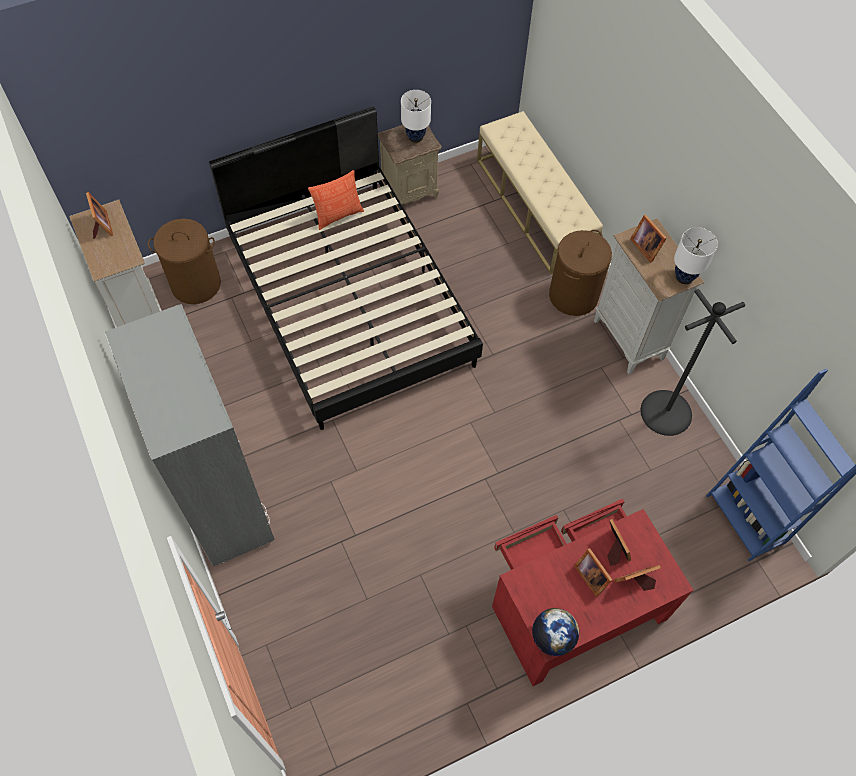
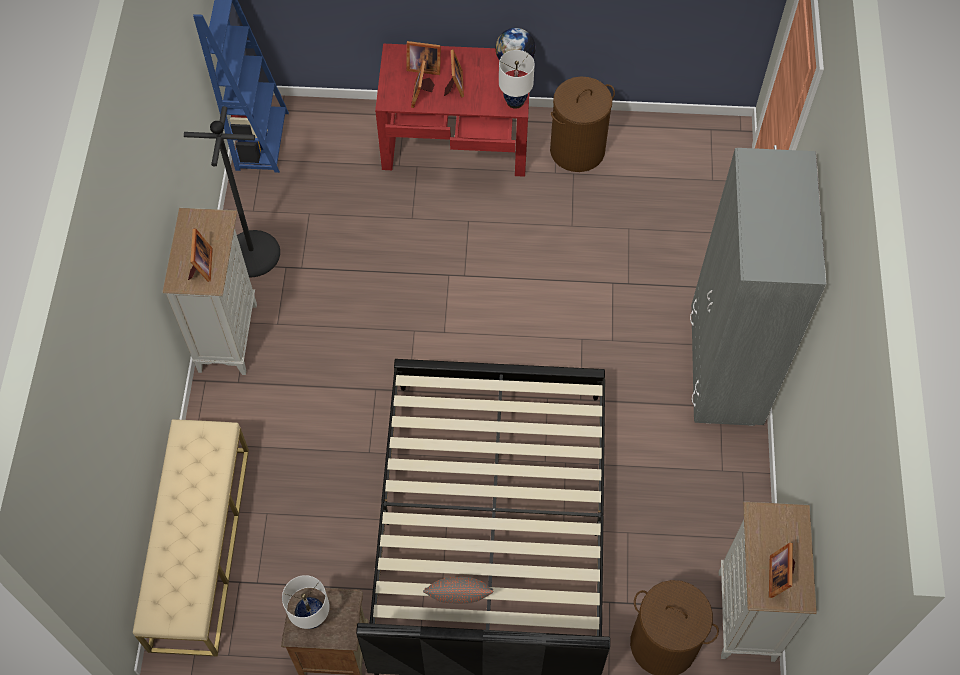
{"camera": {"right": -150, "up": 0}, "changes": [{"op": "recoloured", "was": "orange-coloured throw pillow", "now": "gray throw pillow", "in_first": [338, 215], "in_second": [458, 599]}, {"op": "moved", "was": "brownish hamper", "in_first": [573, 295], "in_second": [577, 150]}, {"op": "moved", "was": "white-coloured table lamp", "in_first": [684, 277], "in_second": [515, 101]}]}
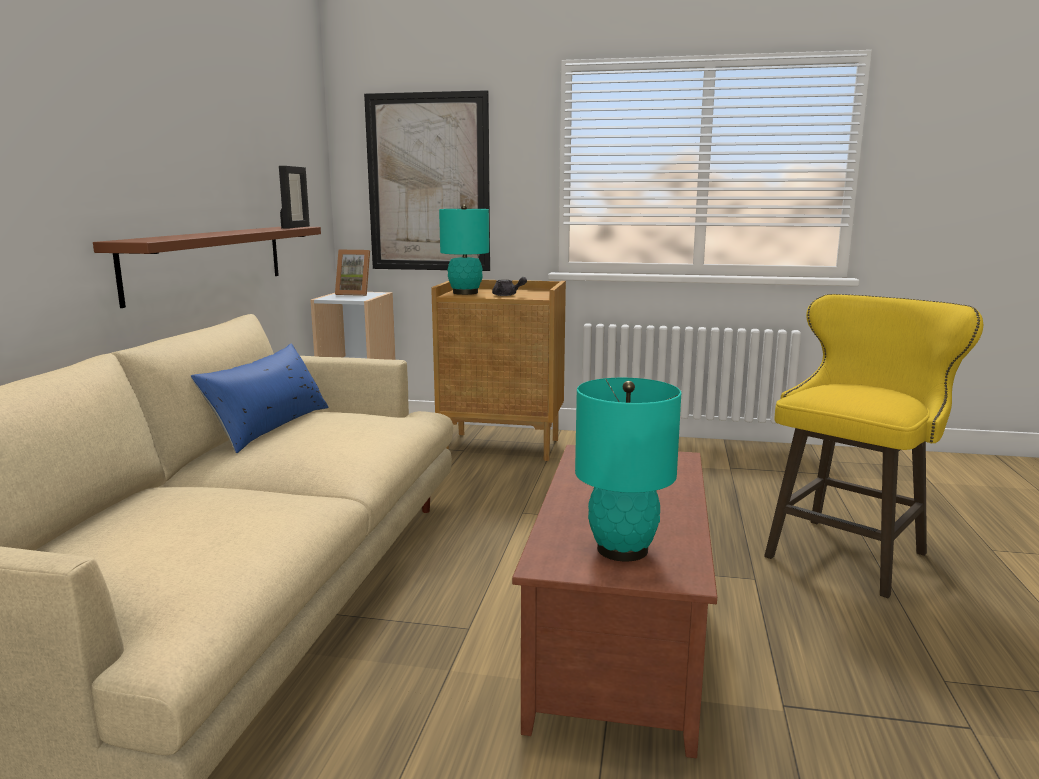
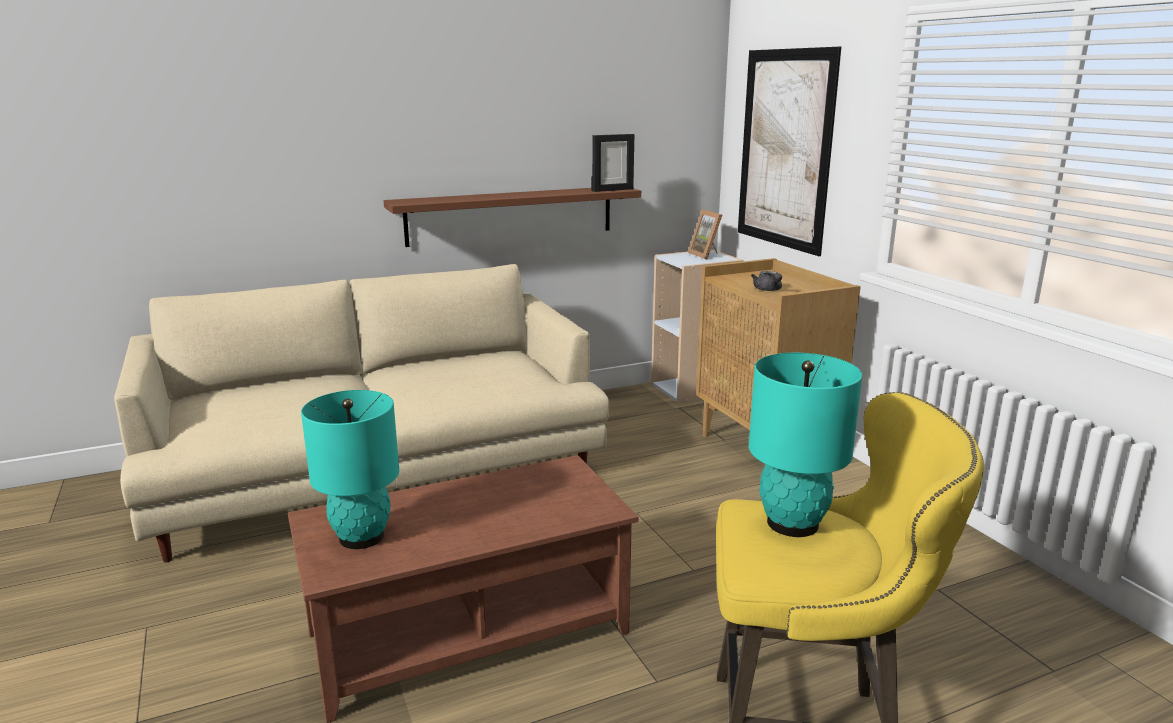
{"camera": {"right": 55, "up": 5}, "changes": [{"op": "removed", "was": "blue-coloured throw pillow", "in_first": [269, 427]}, {"op": "moved", "was": "blue-green table lamp", "in_first": [465, 293], "in_second": [792, 524]}]}
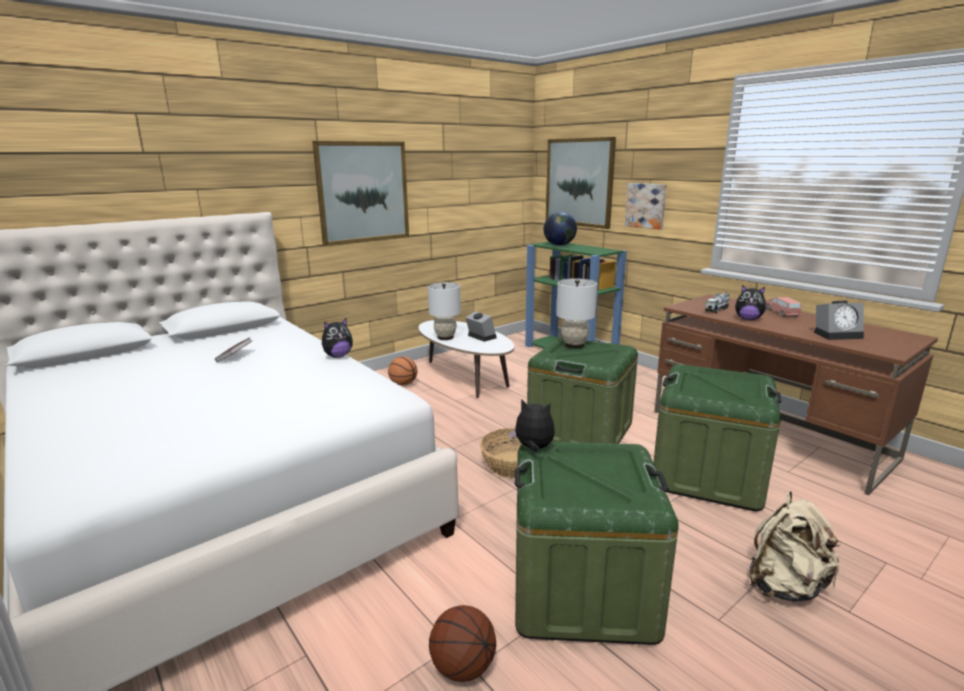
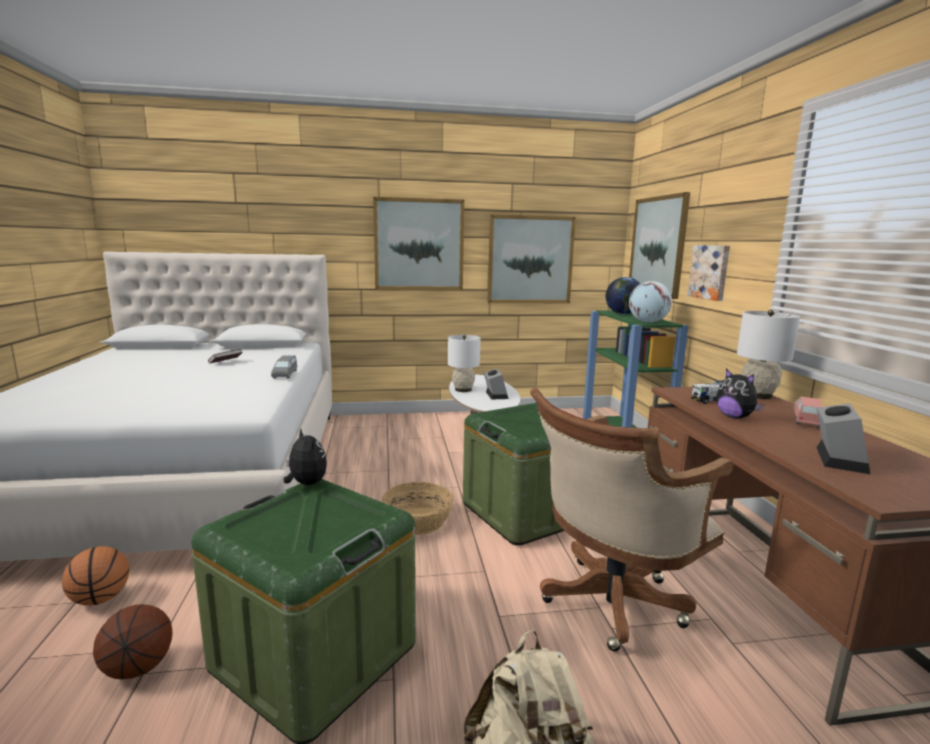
{"camera": {"right": 30, "up": -5}, "changes": [{"op": "replaced", "was": "soft toy", "now": "gray toy car", "in_first": [338, 356], "in_second": [285, 374]}, {"op": "moved", "was": "ball for basketball", "in_first": [403, 384], "in_second": [100, 599]}, {"op": "moved", "was": "white-coloured table lamp", "in_first": [574, 345], "in_second": [758, 395]}, {"op": "replaced", "was": "greenish storage box", "now": "desk chair", "in_first": [707, 475], "in_second": [608, 605]}, {"op": "turned", "was": "bedside clock", "in_first": [837, 334], "in_second": [837, 458], "clockwise": -90}, {"op": "added", "now": "picture", "in_second": [530, 260]}, {"op": "added", "now": "world globe", "in_second": [648, 322]}]}
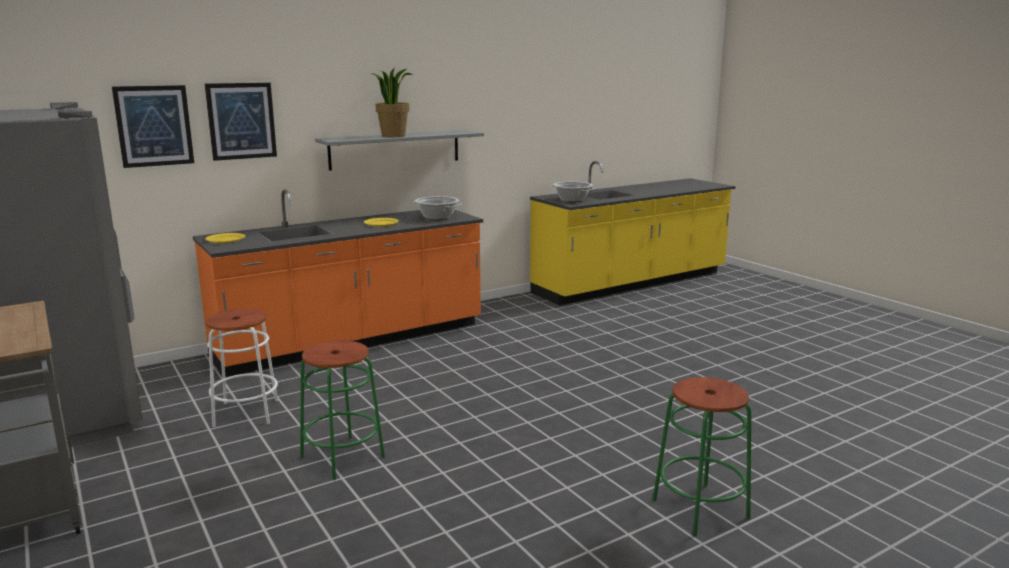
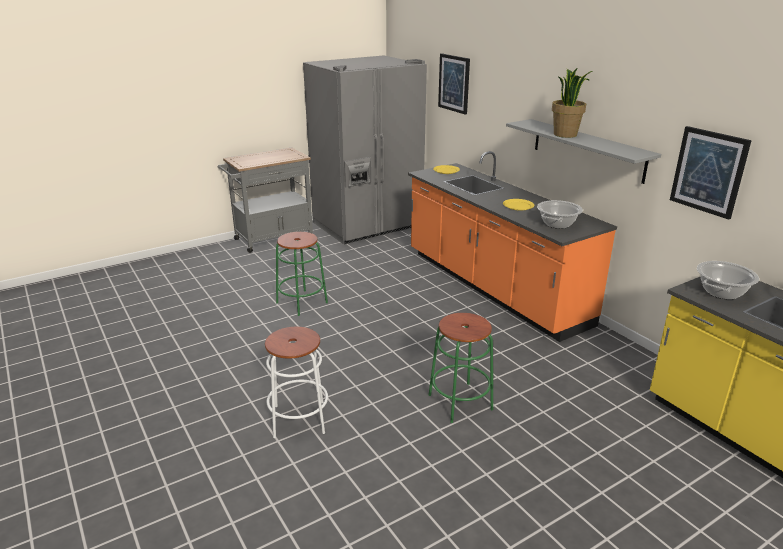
{"camera": {"right": 90, "up": 10}, "changes": [{"op": "moved", "was": "picture", "in_first": [241, 121], "in_second": [708, 171]}, {"op": "moved", "was": "white-coloured stool", "in_first": [246, 413], "in_second": [299, 419]}, {"op": "moved", "was": "greenish stool", "in_first": [700, 509], "in_second": [460, 402]}]}
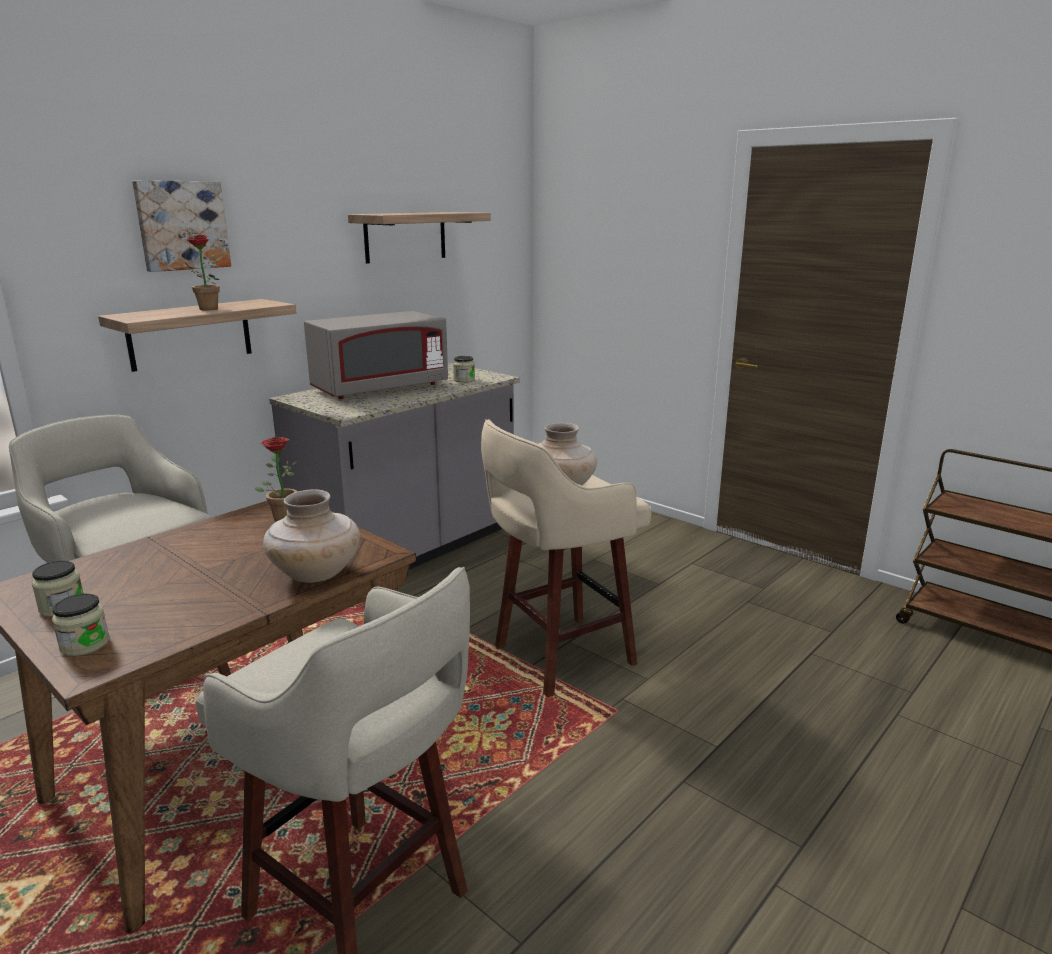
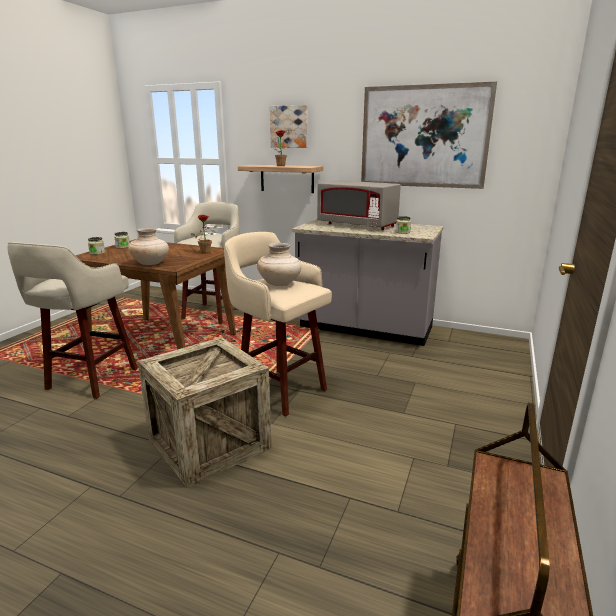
{"camera": {"right": 70, "up": 0}, "changes": [{"op": "replaced", "was": "wall shelf", "now": "picture", "in_first": [405, 236], "in_second": [423, 137]}, {"op": "added", "now": "crate", "in_second": [209, 443]}]}
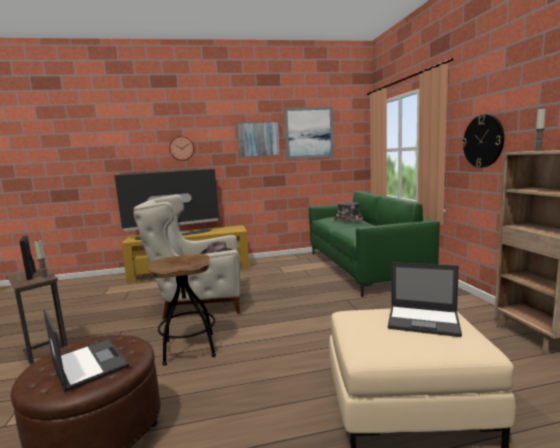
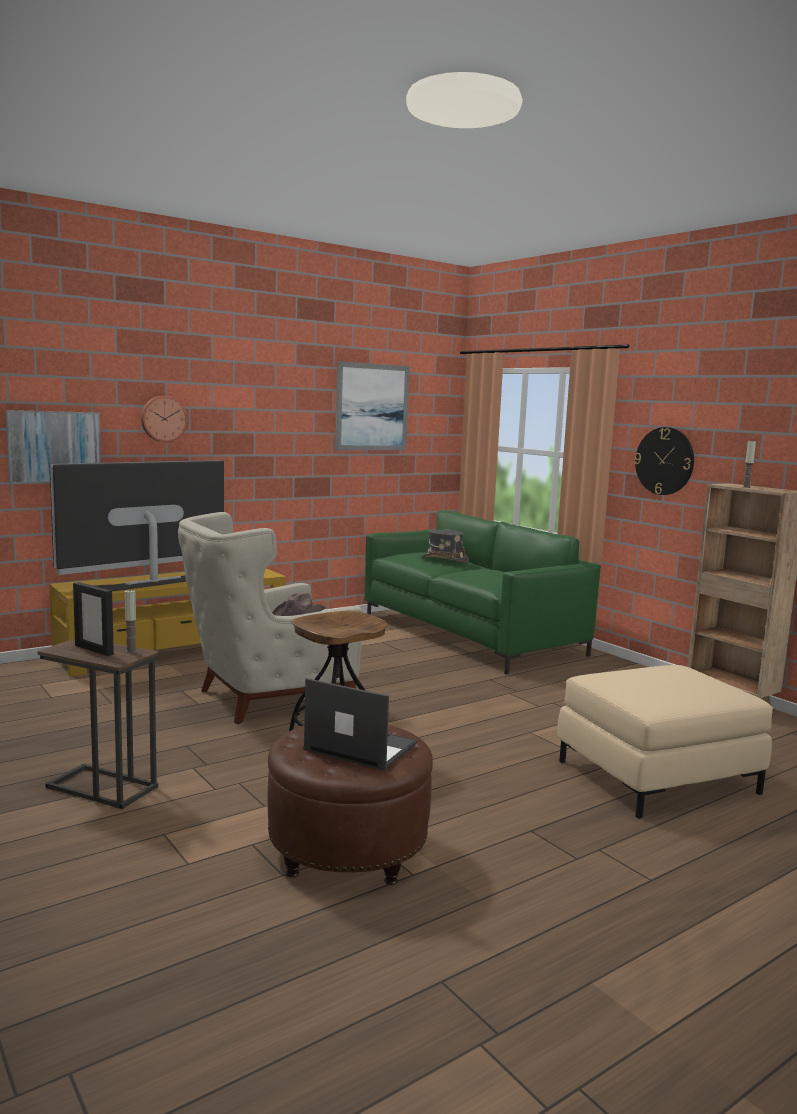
{"camera": {"right": -25, "up": 0}, "changes": [{"op": "moved", "was": "picture", "in_first": [258, 139], "in_second": [54, 447]}, {"op": "removed", "was": "portable computer", "in_first": [424, 320]}]}
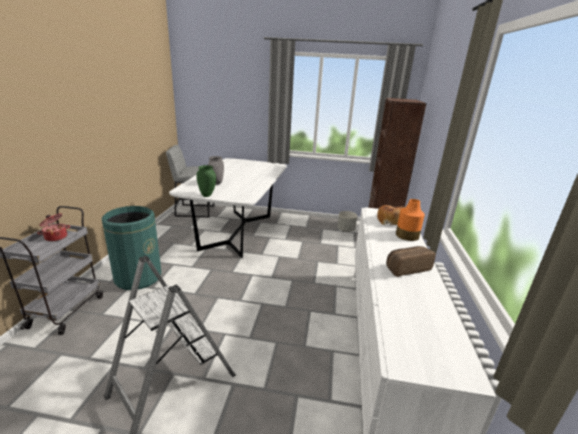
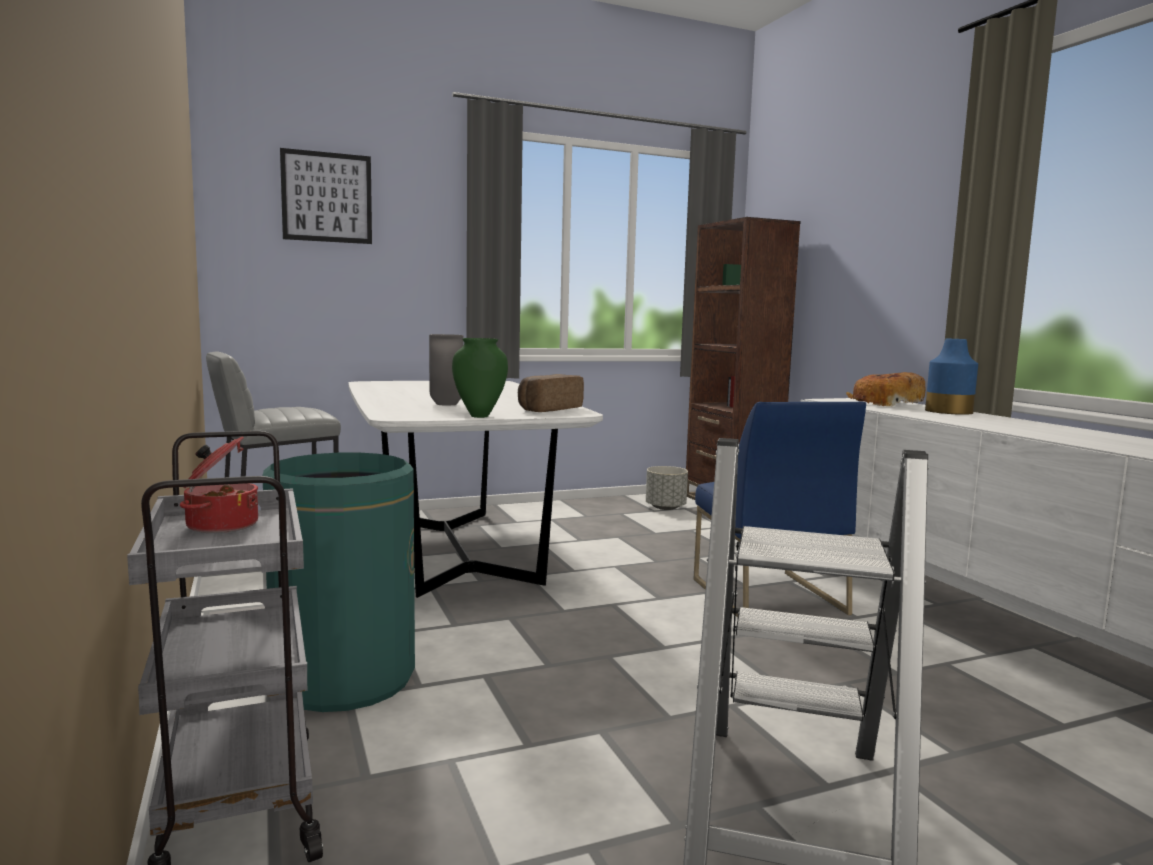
{"camera": {"right": -30, "up": -15}, "changes": [{"op": "moved", "was": "bakery bread", "in_first": [406, 268], "in_second": [548, 409]}, {"op": "recoloured", "was": "orange-coloured vase", "now": "blue-coloured vase", "in_first": [407, 235], "in_second": [948, 411]}, {"op": "added", "now": "picture", "in_second": [327, 197]}, {"op": "added", "now": "blue-coloured chair", "in_second": [766, 595]}]}
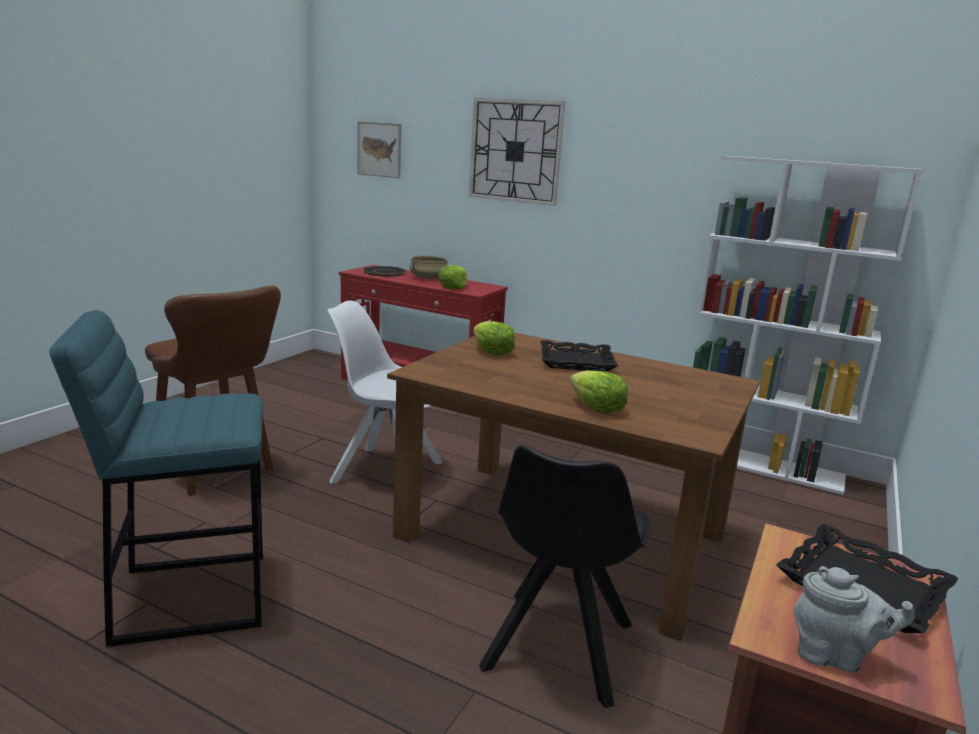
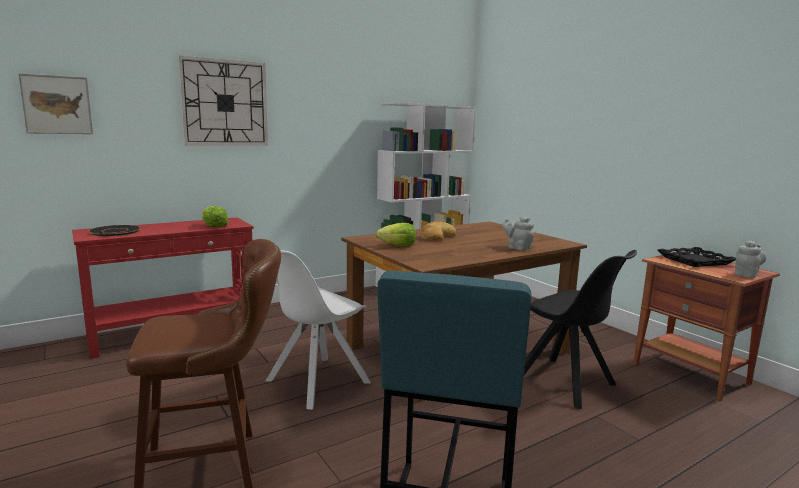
{"camera": {"right": -60, "up": -5}, "changes": [{"op": "removed", "was": "beige cooking pot", "in_first": [428, 278]}, {"op": "replaced", "was": "blackish serving tray", "now": "bakery bread", "in_first": [576, 362], "in_second": [436, 236]}, {"op": "replaced", "was": "head of lettuce", "now": "gray teapot", "in_first": [596, 408], "in_second": [517, 247]}]}
